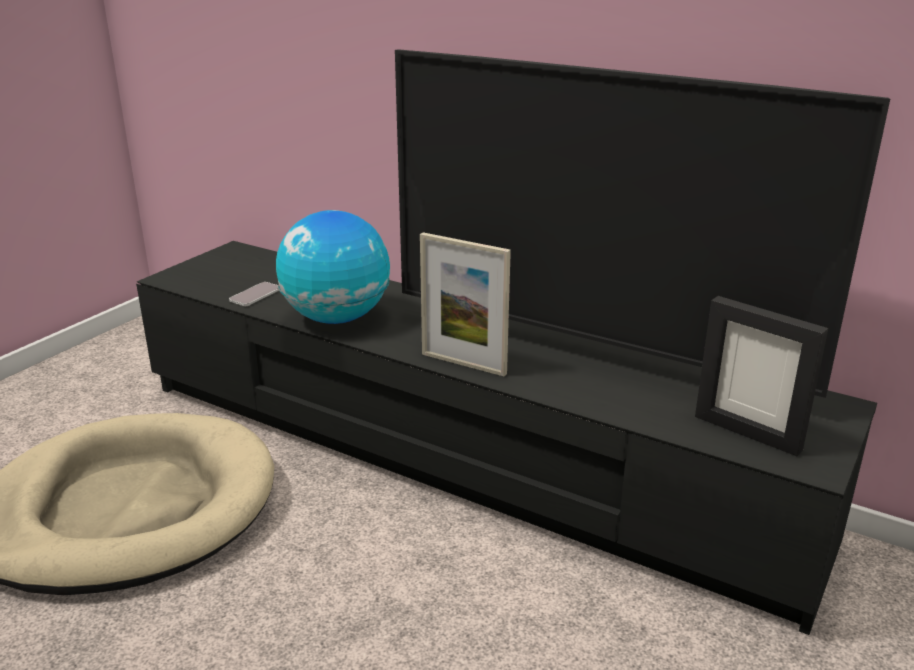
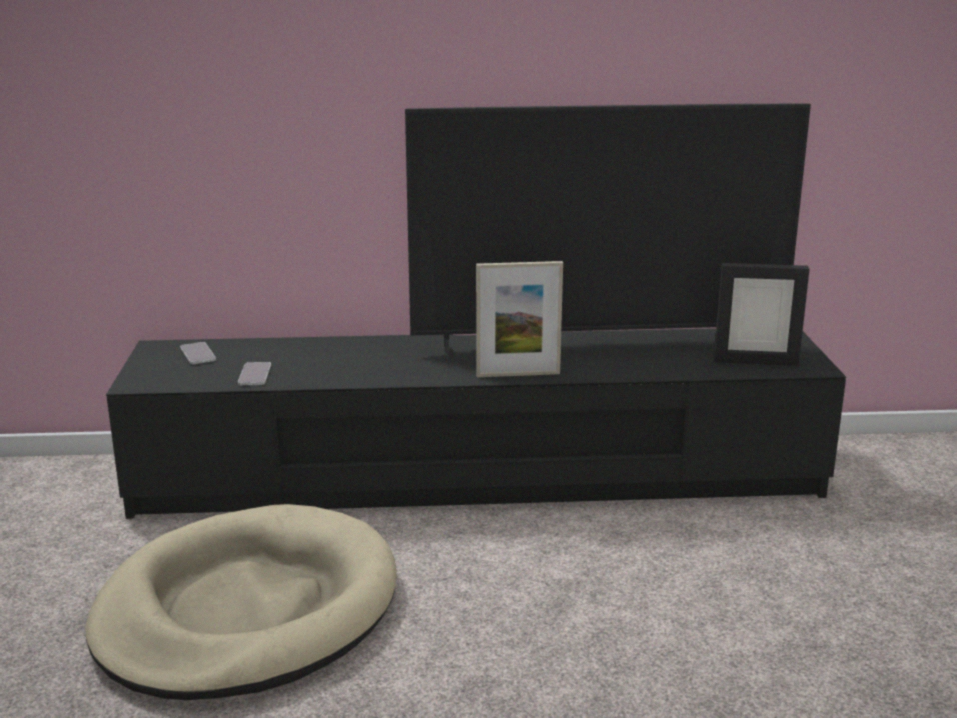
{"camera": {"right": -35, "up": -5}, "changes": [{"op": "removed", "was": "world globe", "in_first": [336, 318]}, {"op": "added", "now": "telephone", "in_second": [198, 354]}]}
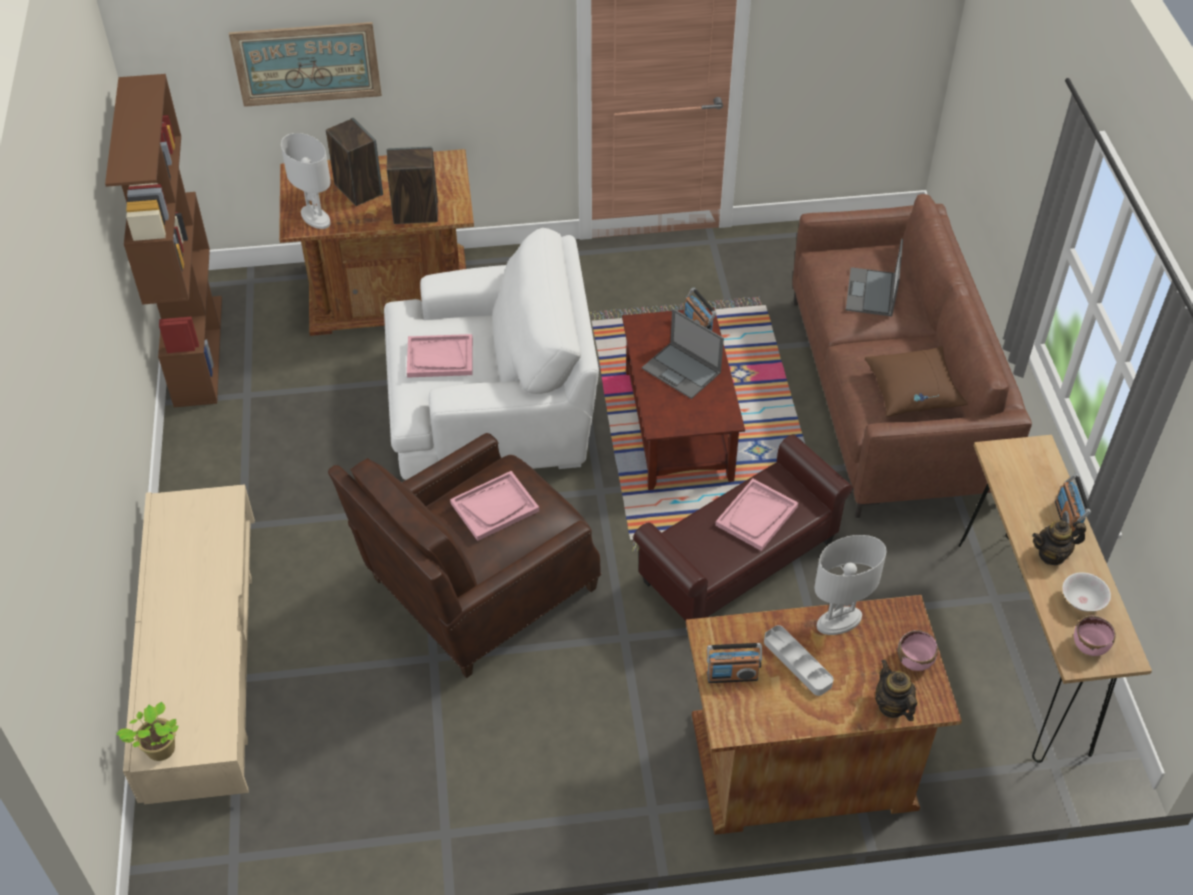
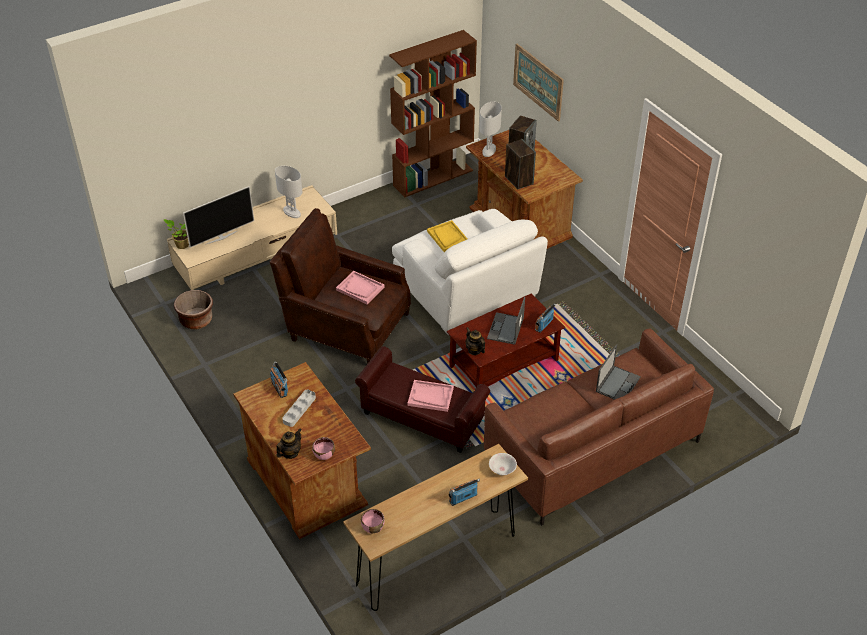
{"camera": {"right": 65, "up": -5}, "changes": [{"op": "recoloured", "was": "pink serving tray", "now": "yellow serving tray", "in_first": [440, 358], "in_second": [447, 237]}, {"op": "moved", "was": "white-coloured table lamp", "in_first": [839, 621], "in_second": [292, 212]}, {"op": "turned", "was": "portable computer", "in_first": [871, 293], "in_second": [618, 384], "clockwise": 135}, {"op": "removed", "was": "brownish throw pillow", "in_first": [912, 392]}, {"op": "moved", "was": "teapot", "in_first": [1052, 555], "in_second": [474, 350]}, {"op": "moved", "was": "white-coloured bowl", "in_first": [1082, 601], "in_second": [502, 470]}, {"op": "added", "now": "brownish flower pot", "in_second": [196, 320]}, {"op": "added", "now": "TV set", "in_second": [221, 237]}]}
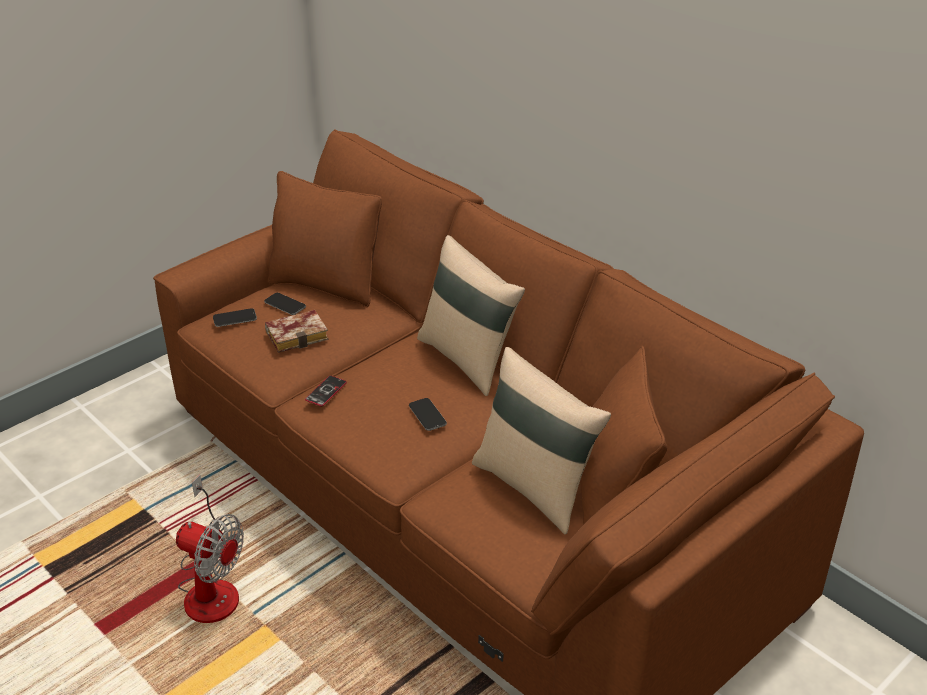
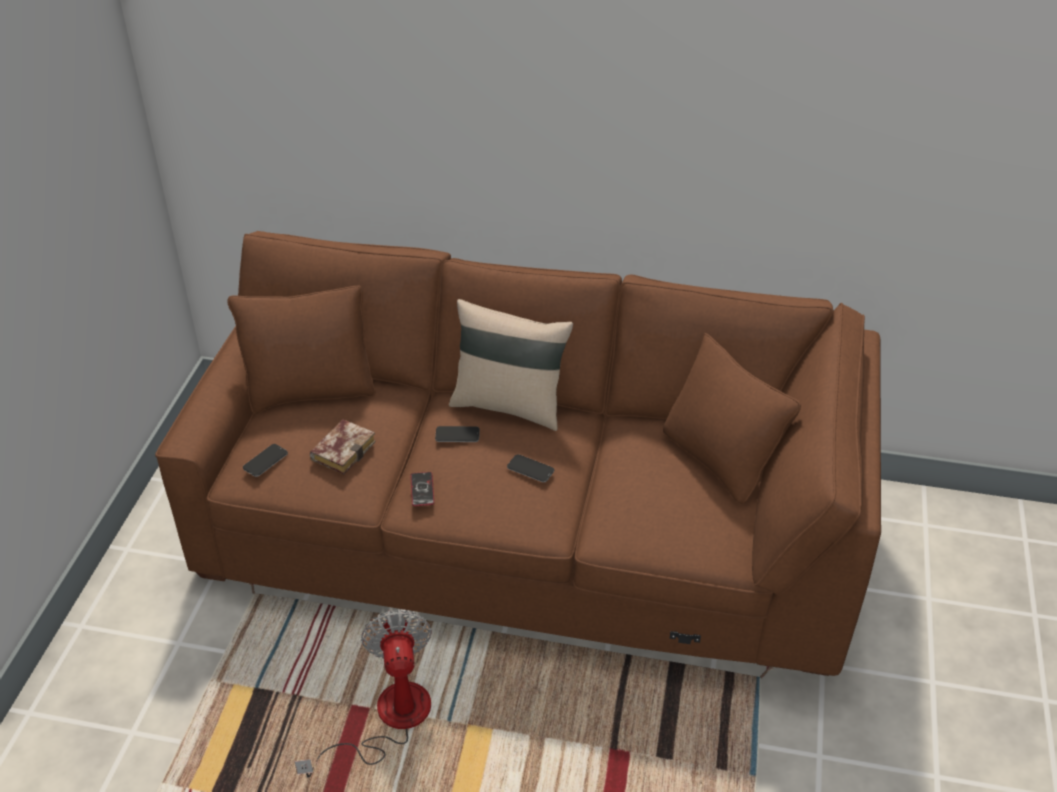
{"camera": {"right": -35, "up": 5}, "changes": [{"op": "turned", "was": "cooling fan", "in_first": [211, 587], "in_second": [388, 720], "clockwise": -90}, {"op": "moved", "was": "telephone", "in_first": [285, 305], "in_second": [457, 435]}, {"op": "removed", "was": "beige throw pillow", "in_first": [535, 486]}]}
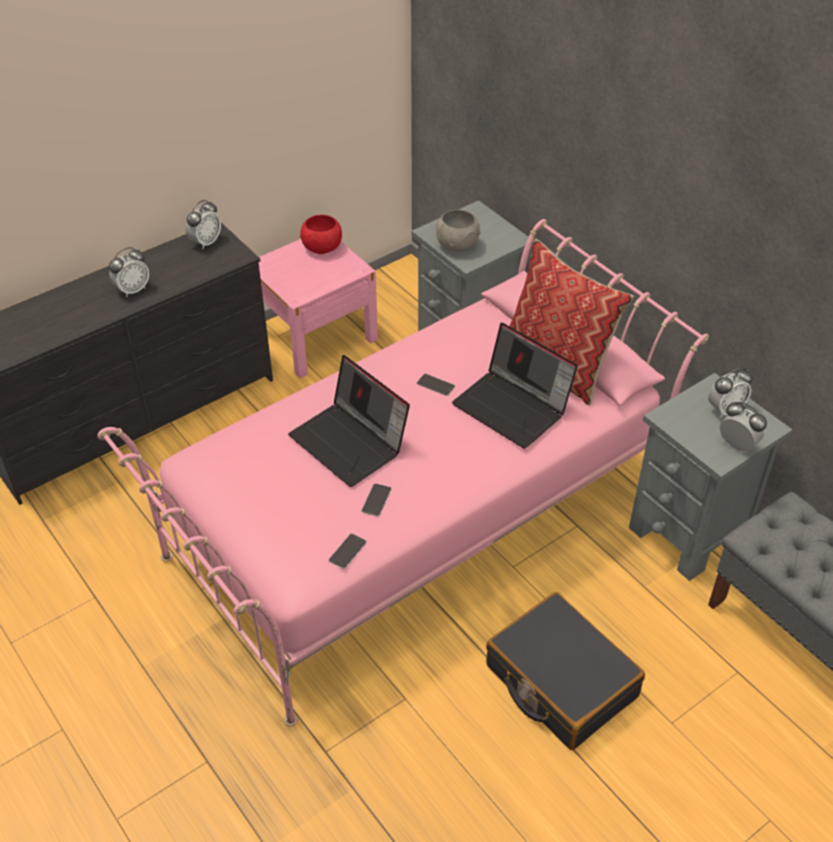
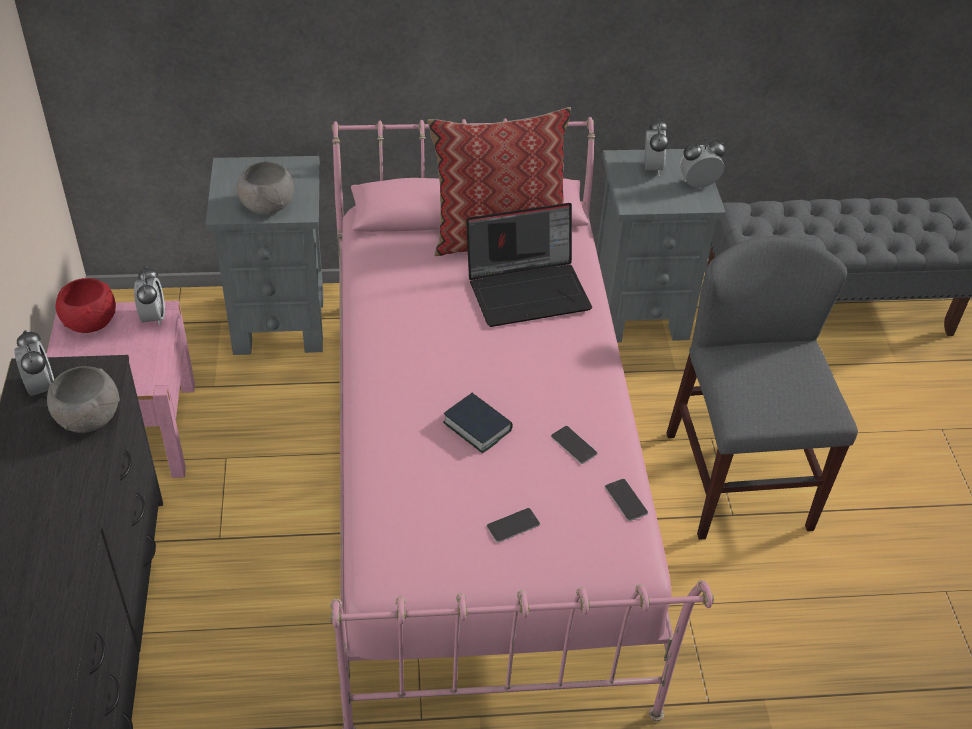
{"camera": {"right": -60, "up": 0}, "changes": [{"op": "moved", "was": "bedside clock", "in_first": [132, 289], "in_second": [153, 317]}, {"op": "replaced", "was": "portable computer", "now": "book", "in_first": [350, 443], "in_second": [477, 426]}, {"op": "moved", "was": "telephone", "in_first": [435, 385], "in_second": [513, 525]}, {"op": "replaced", "was": "blackish travel case", "now": "gray chair", "in_first": [560, 681], "in_second": [738, 481]}, {"op": "added", "now": "gray bowl", "in_second": [89, 417]}]}
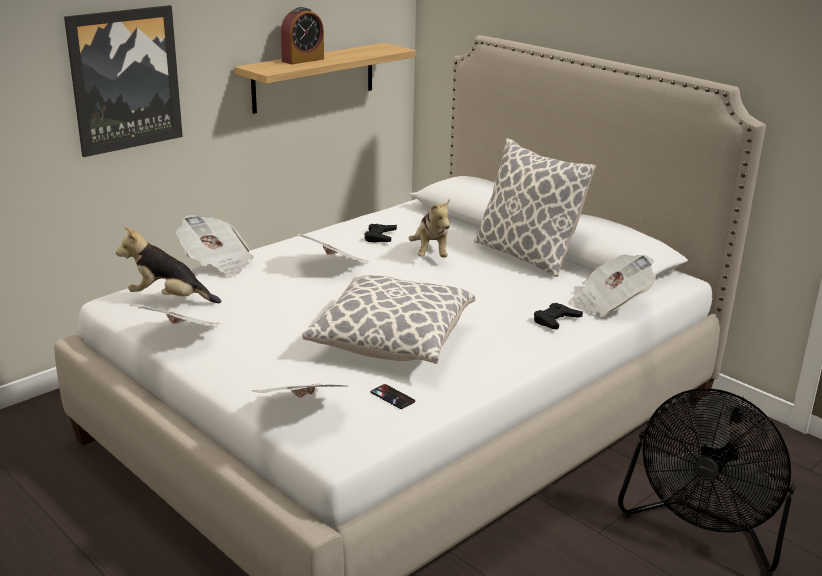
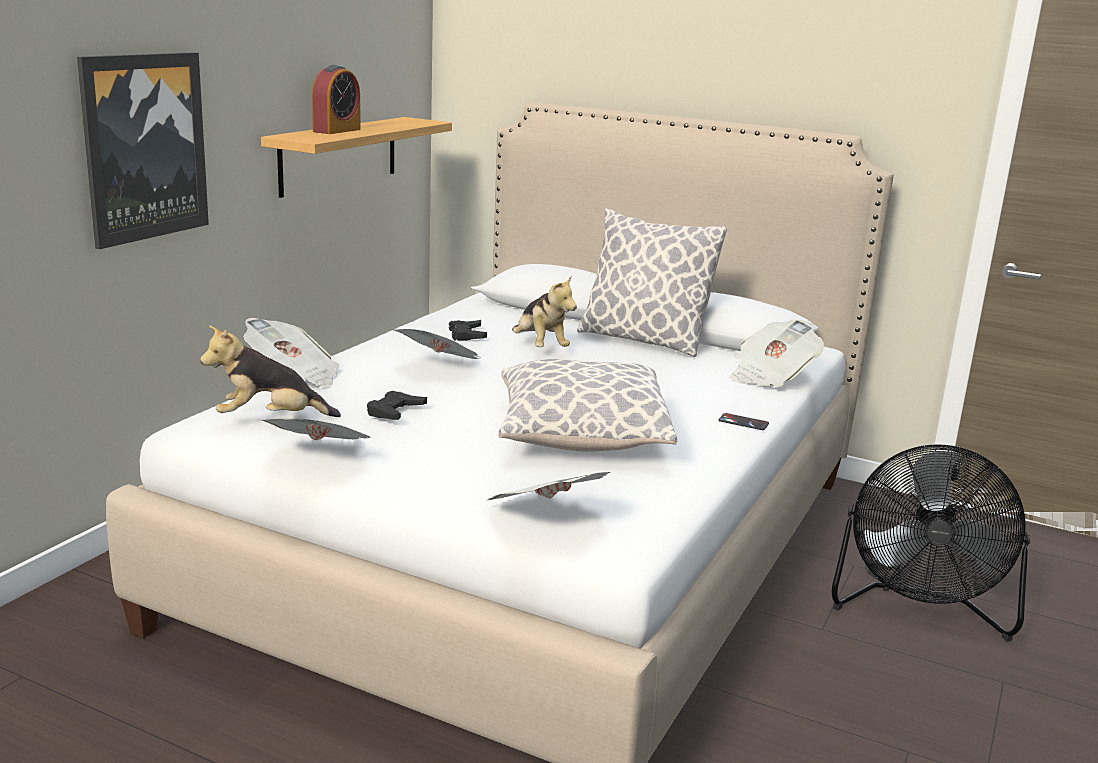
{"camera": {"right": -20, "up": -5}, "changes": [{"op": "moved", "was": "telephone", "in_first": [392, 397], "in_second": [743, 422]}, {"op": "moved", "was": "blackish game controller", "in_first": [556, 320], "in_second": [395, 411]}]}
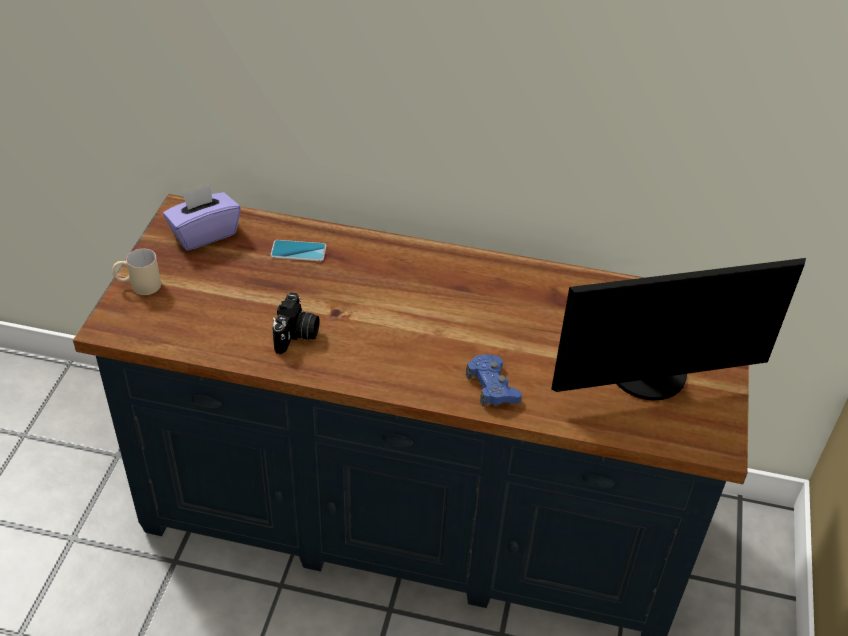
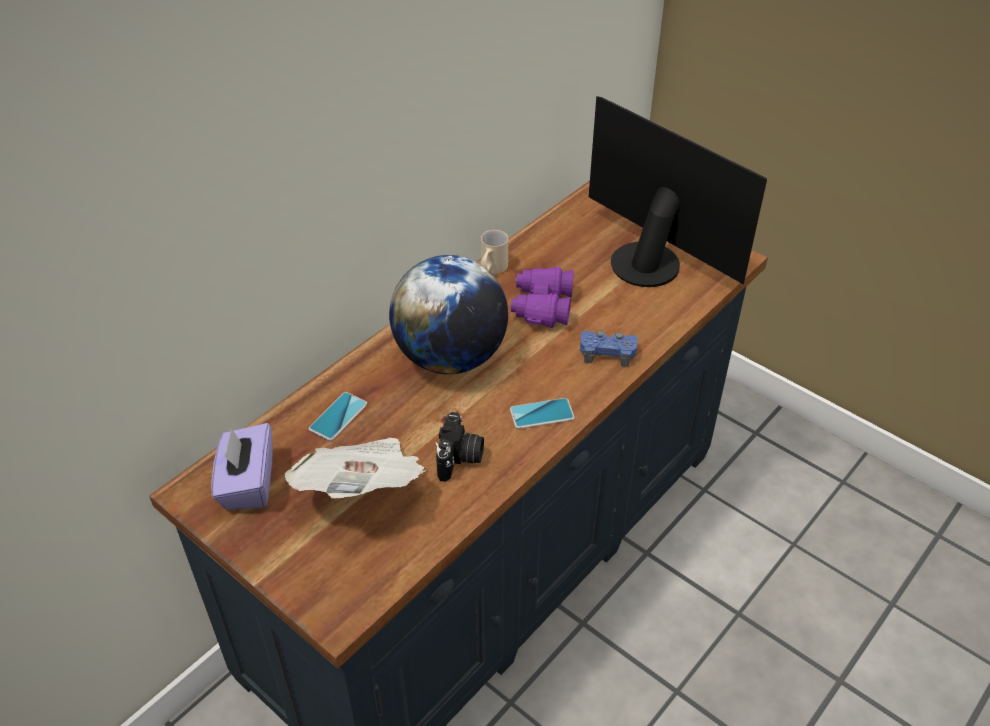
{"camera": {"right": -60, "up": 0}, "changes": [{"op": "moved", "was": "beige tea mug", "in_first": [138, 286], "in_second": [491, 270]}, {"op": "turned", "was": "still camera", "in_first": [296, 335], "in_second": [460, 459], "clockwise": 60}, {"op": "turned", "was": "computer display", "in_first": [651, 378], "in_second": [650, 261], "clockwise": -60}, {"op": "added", "now": "daily paper", "in_second": [362, 489]}, {"op": "added", "now": "world globe", "in_second": [450, 357]}, {"op": "added", "now": "purple-coloured field glasses", "in_second": [542, 307]}, {"op": "added", "now": "telephone", "in_second": [541, 414]}]}
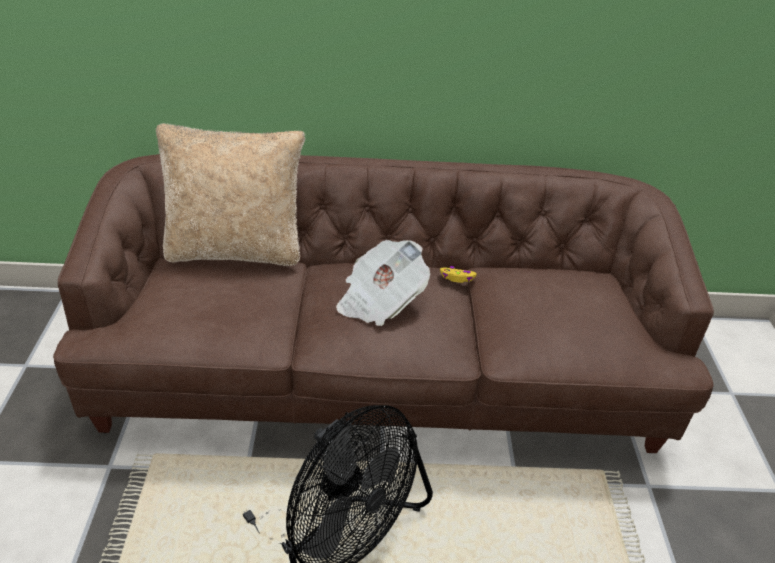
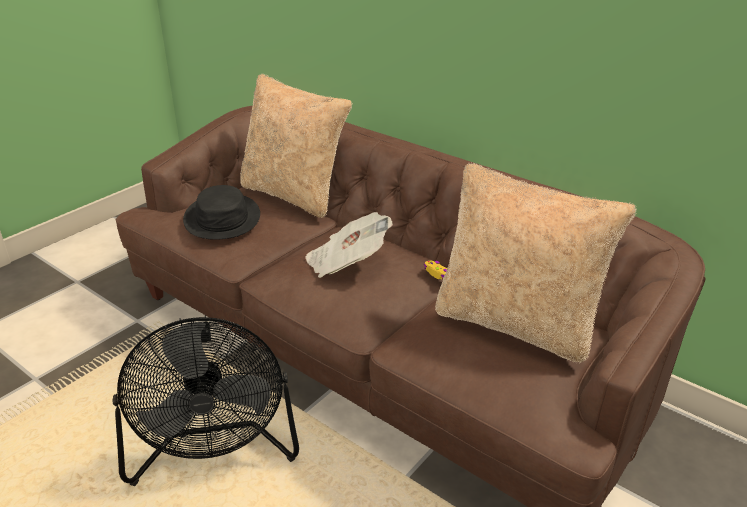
{"camera": {"right": 40, "up": -5}, "changes": [{"op": "added", "now": "blackish hat", "in_second": [222, 218]}, {"op": "added", "now": "beige throw pillow", "in_second": [515, 328]}]}
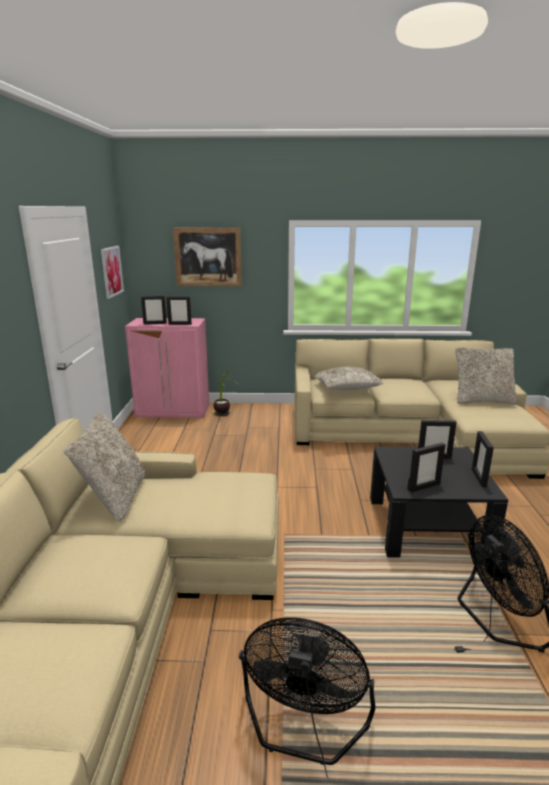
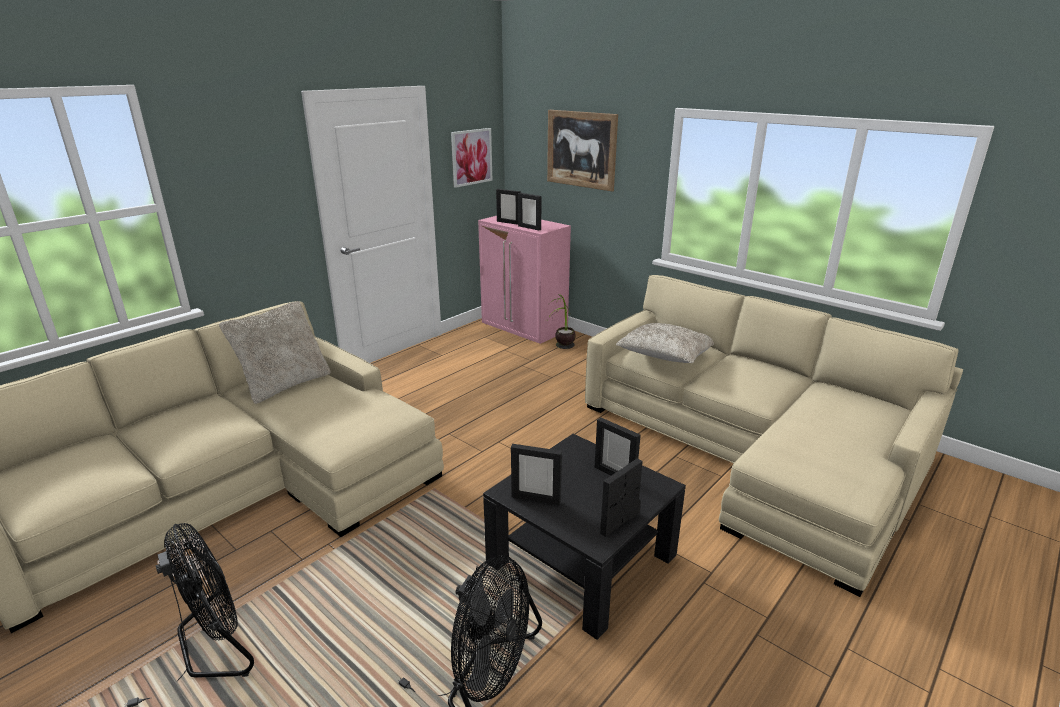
{"camera": {"right": 40, "up": 5}, "changes": [{"op": "removed", "was": "beige throw pillow", "in_first": [482, 400]}]}
